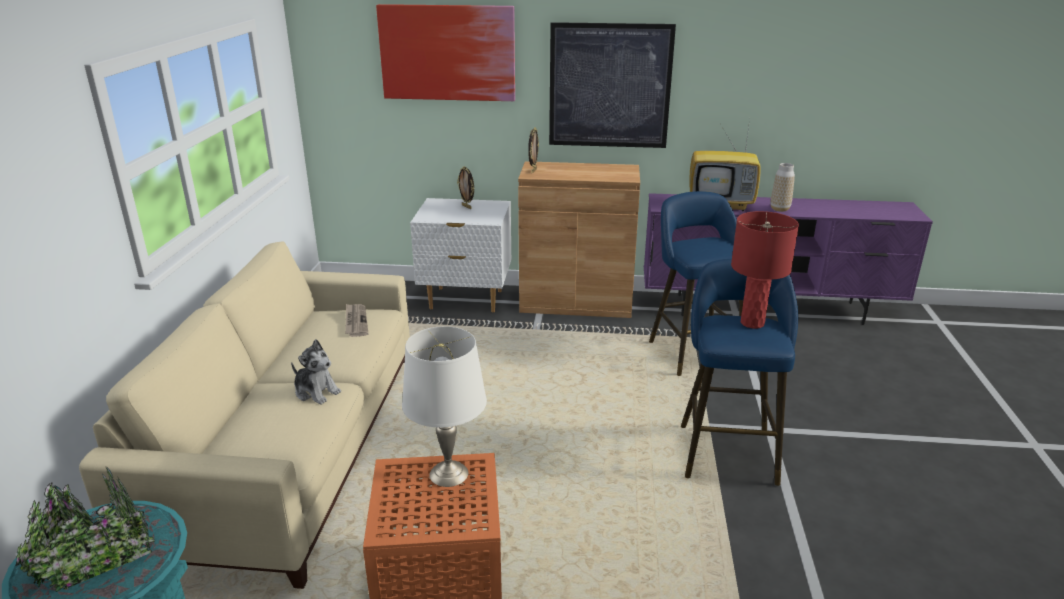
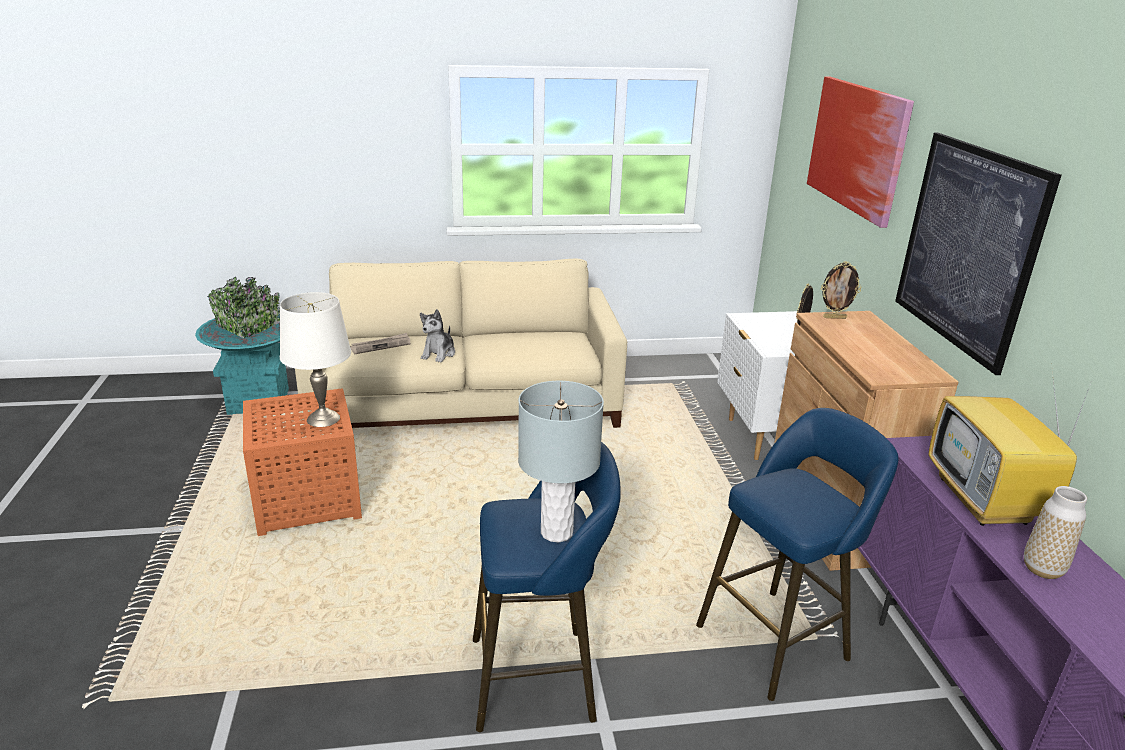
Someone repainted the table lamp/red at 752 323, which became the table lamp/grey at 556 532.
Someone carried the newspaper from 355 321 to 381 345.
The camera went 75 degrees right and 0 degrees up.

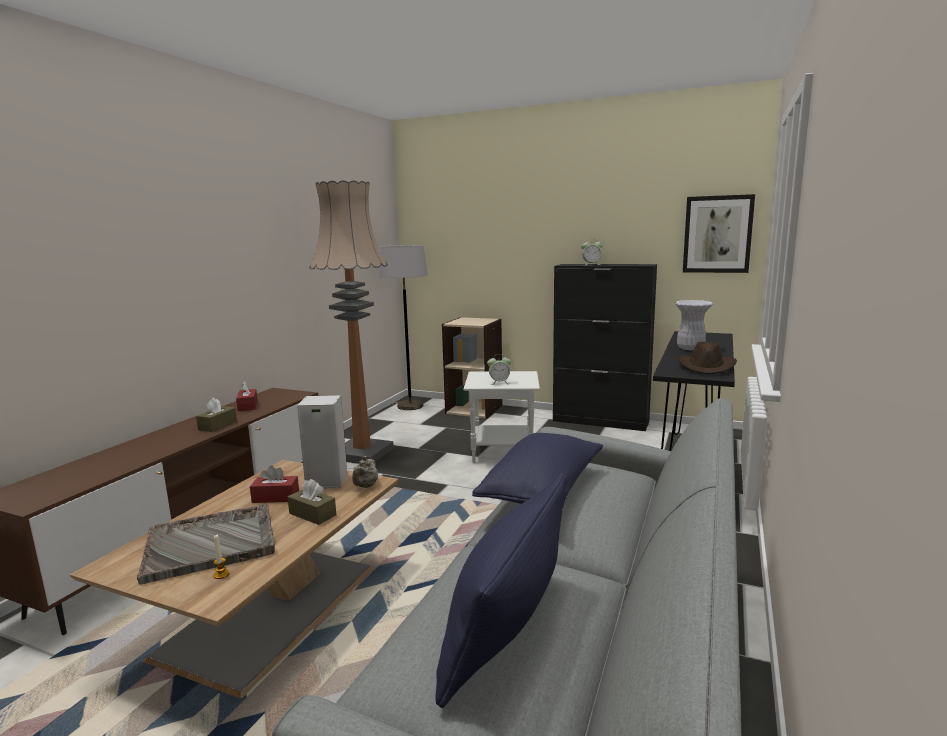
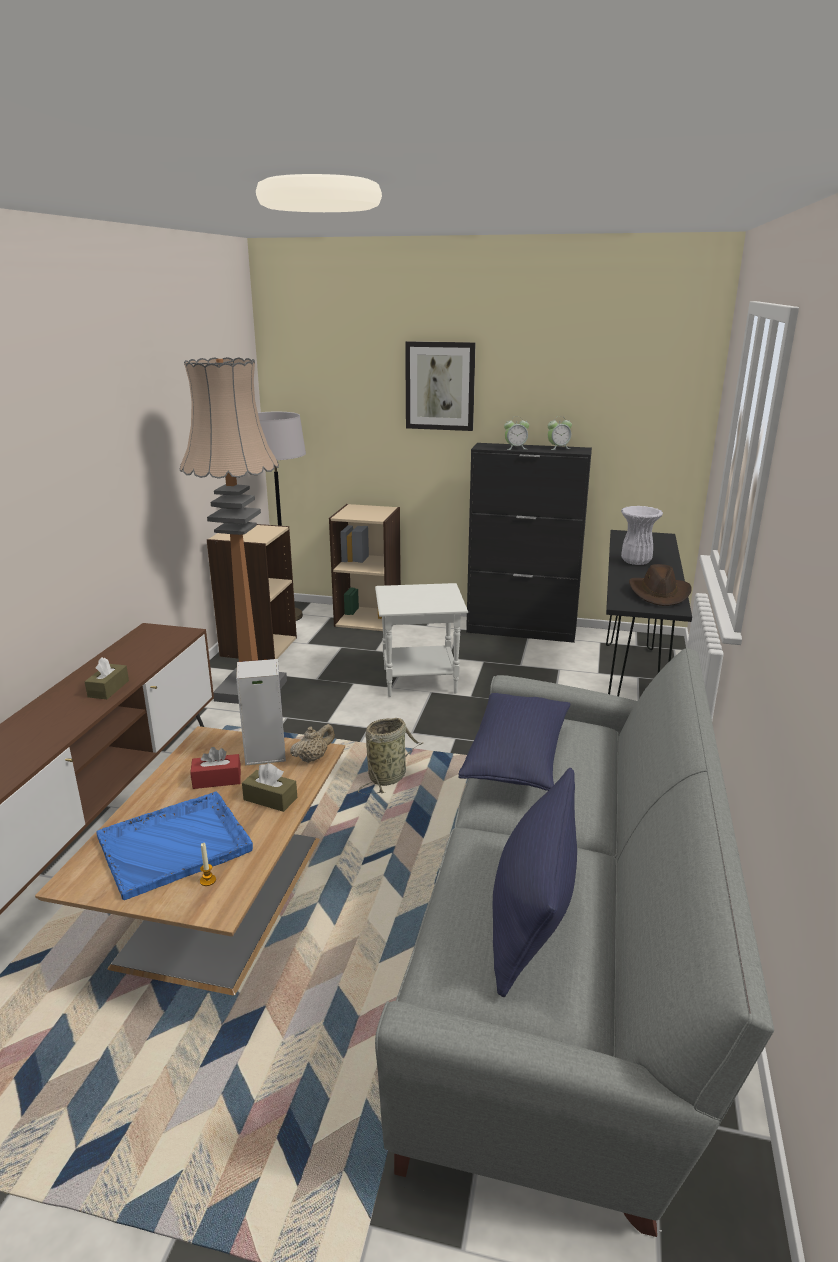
Someone carried the picture from 717 234 to 440 386.
Someone carried the alarm clock from 499 383 to 558 448.
Someone took away the tissue box/red at 248 406.
Someone rotated the teapot/beige at 365 486 by 135 degrees counterclockwise.
Someone repainted the tray/grey at 212 543, which became the tray/blue at 176 844.
Someone put down the bookcase/beige at 258 646.
Someone put down the basket at 389 776.
The camera went 10 degrees left and 10 degrees up.

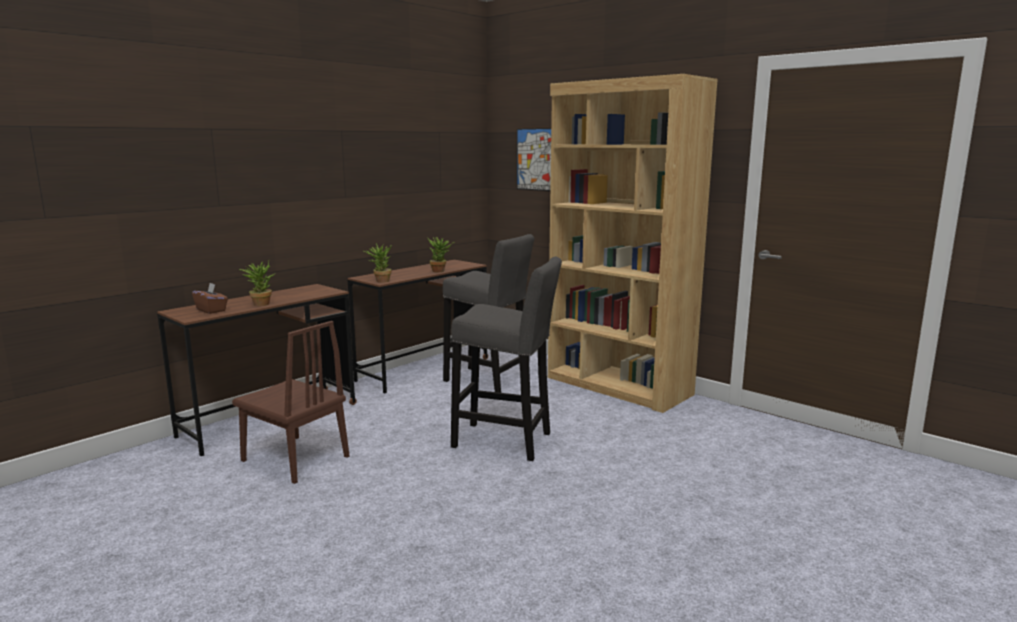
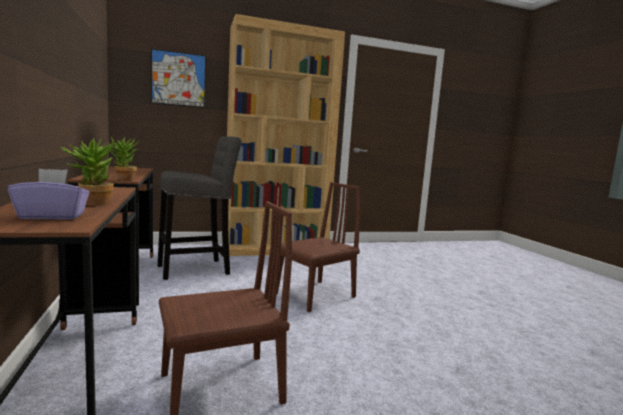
Someone took away the potted plant at 440 271.
Someone swapped the stool/grey at 507 442 for the chair/brown at 314 295.
Someone repainted the tissue box/brown at 211 310, which became the tissue box/purple at 52 216.
The camera went 60 degrees left and 5 degrees down.

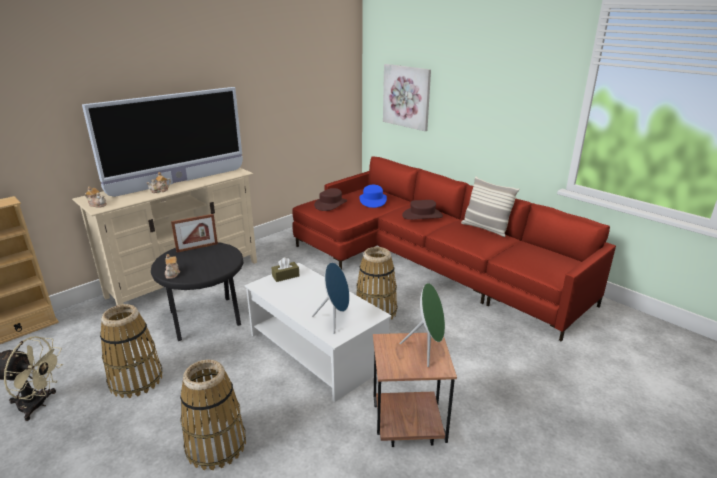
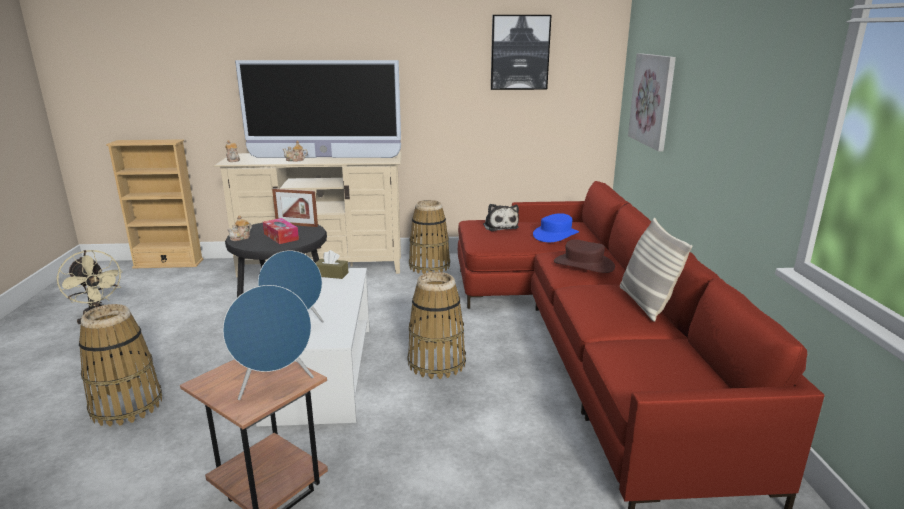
Someone swapped the hat/brown at 330 204 for the plush toy at 500 226.
Someone repainted the speaker/green at 427 349, which became the speaker/blue at 275 384.
Someone carried the basket from 136 380 to 429 266.
Someone put up the picture at 519 52.
Someone put down the tissue box at 281 236.
The camera went 40 degrees right and 5 degrees down.

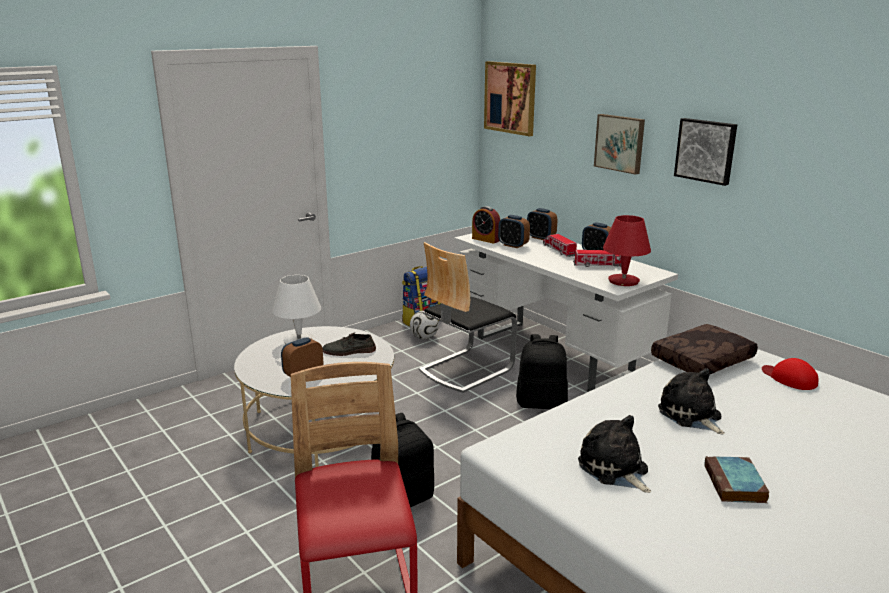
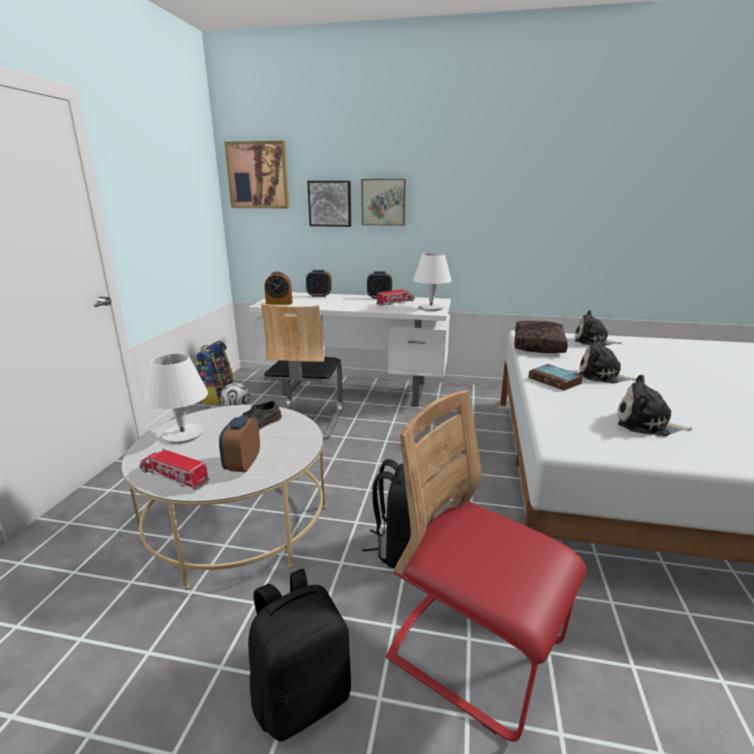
Someone carried the picture from 706 150 to 330 203.
Someone took away the alarm clock at 513 245.
Someone repainted the table lamp/red at 623 281, which became the table lamp/white at 431 308.
Someone carried the toy truck from 558 250 to 174 477.
Someone carried the backpack/black from 541 403 to 302 696.
Someone swapped the cap/red at 789 378 for the plush toy at 593 341.
Someone carried the book from 735 485 to 556 381.
The camera went 40 degrees left and 0 degrees up.

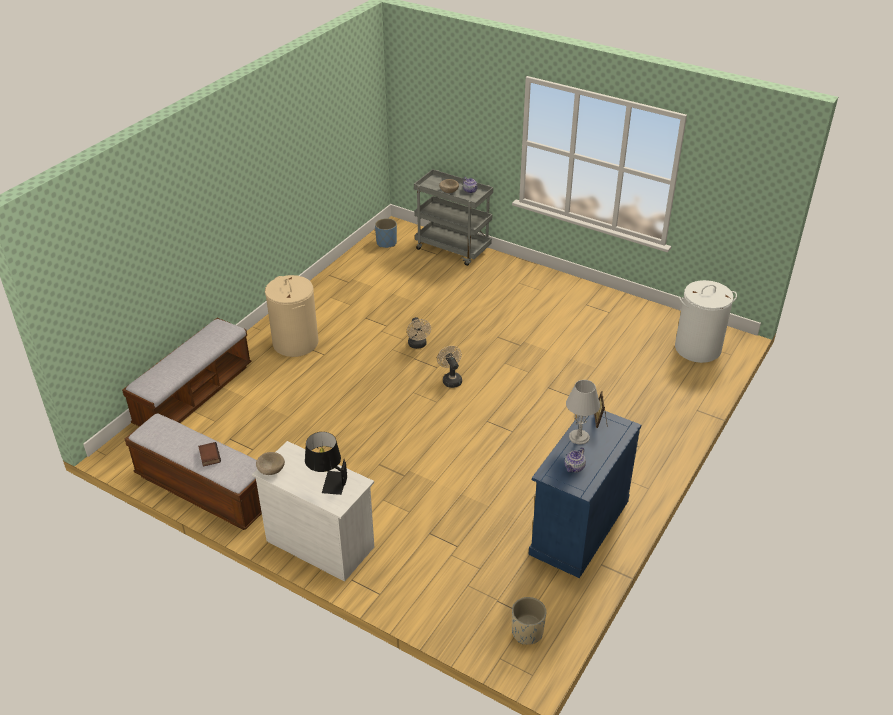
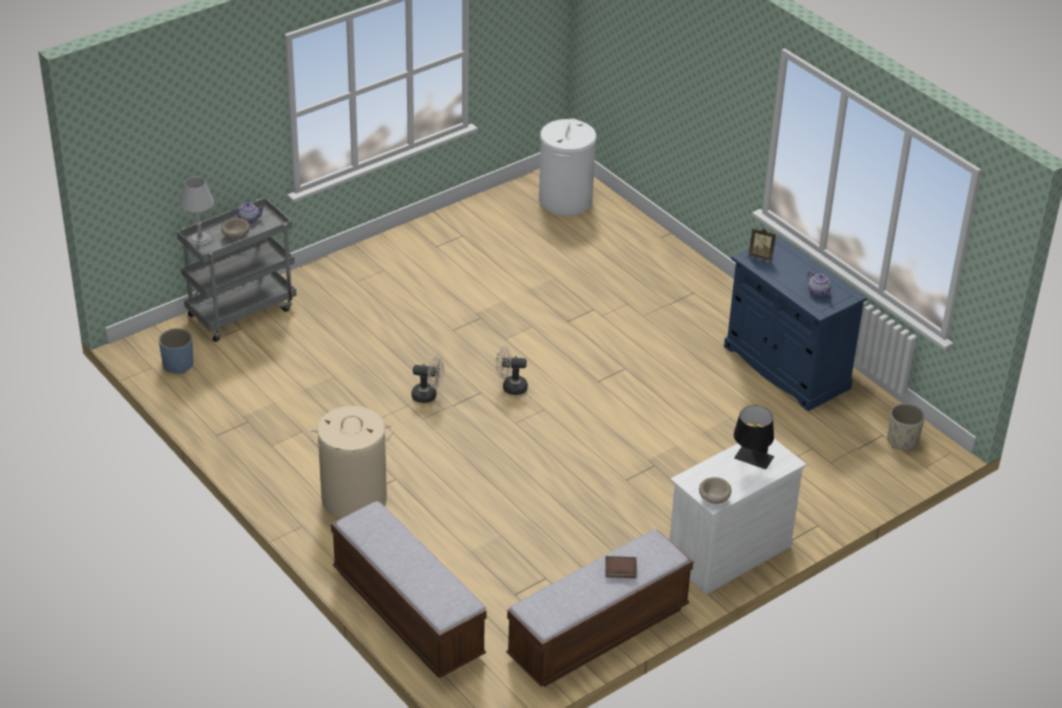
Someone carried the table lamp/grey from 579 437 to 200 239.
The camera went 70 degrees left and 0 degrees up.

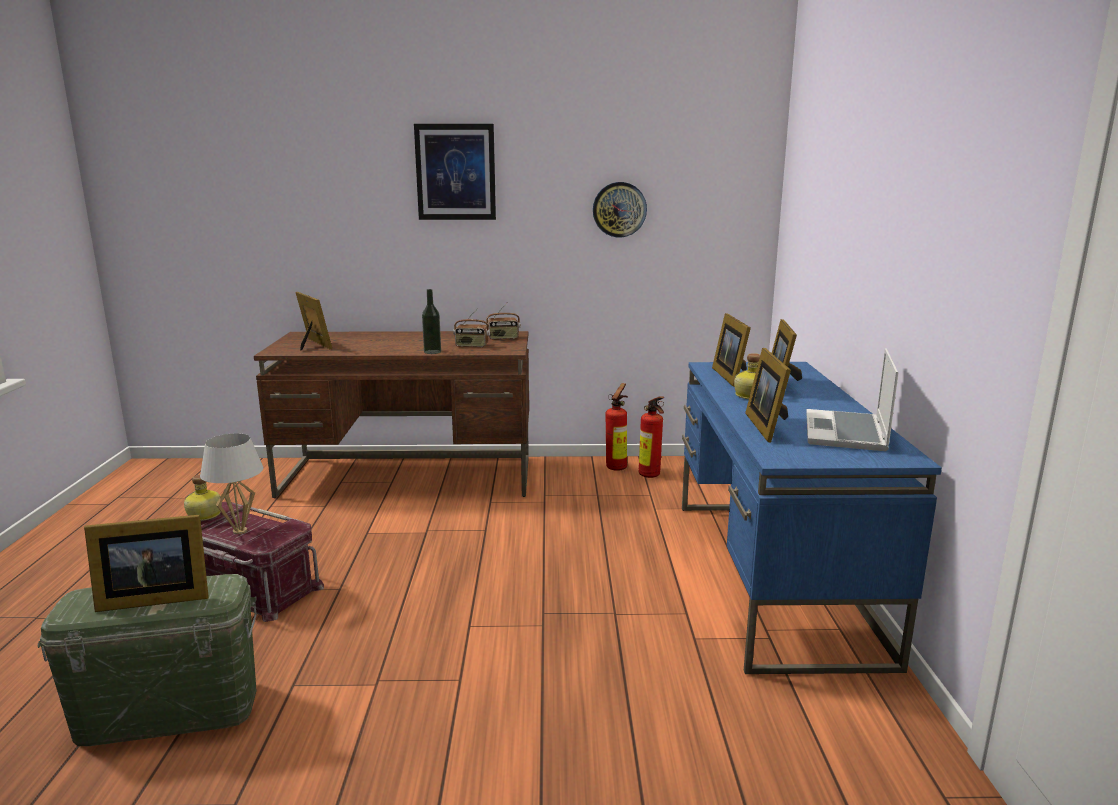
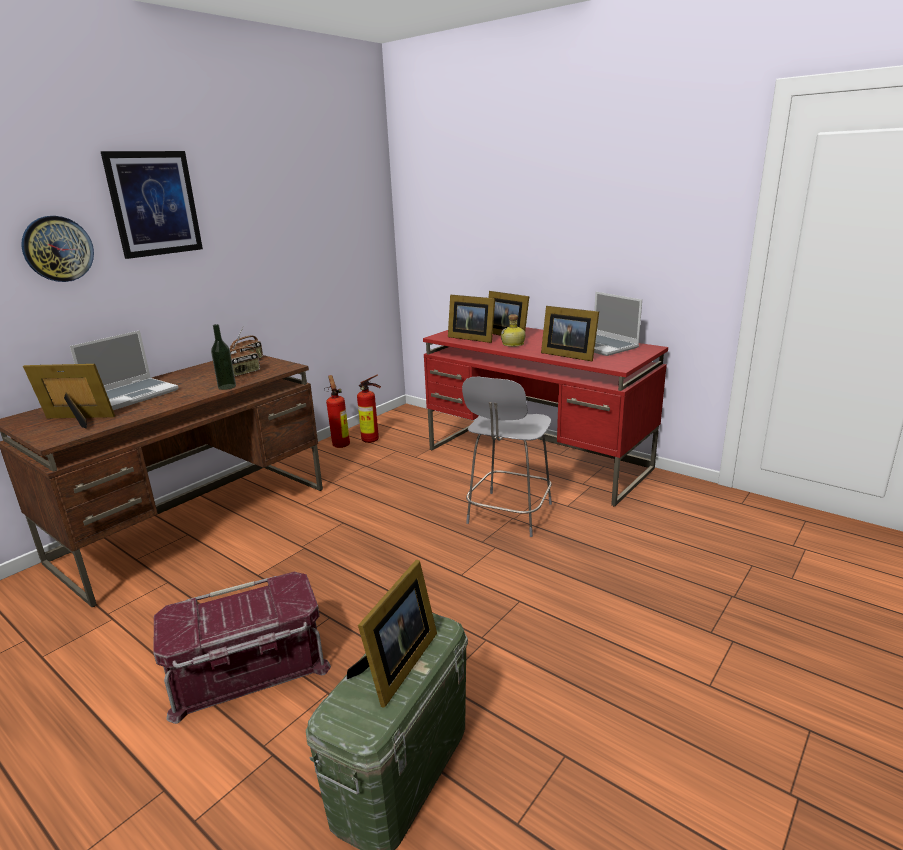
Someone carried the wall clock from 619 209 to 58 249.
Someone repainted the desk/blue at 773 577, which became the desk/red at 537 459.
Someone took away the table lamp/white at 240 531.
Someone took away the bottle at 204 515.
Someone put down the laptop at 132 395.
Someone put down the chair/grey at 508 515.
The camera went 50 degrees left and 5 degrees up.

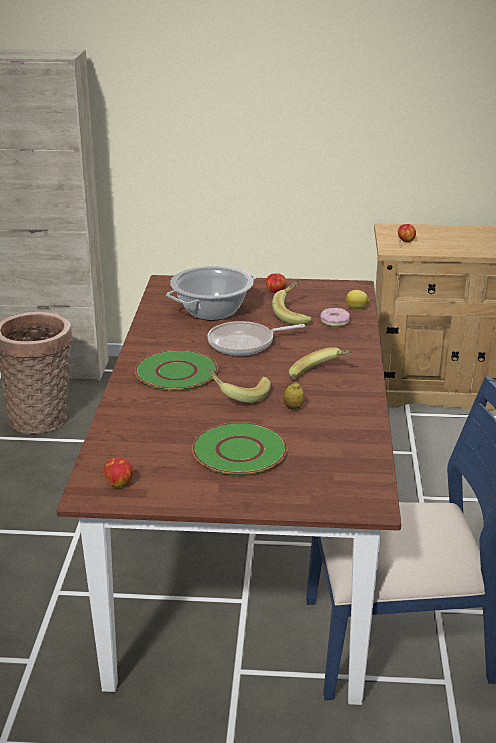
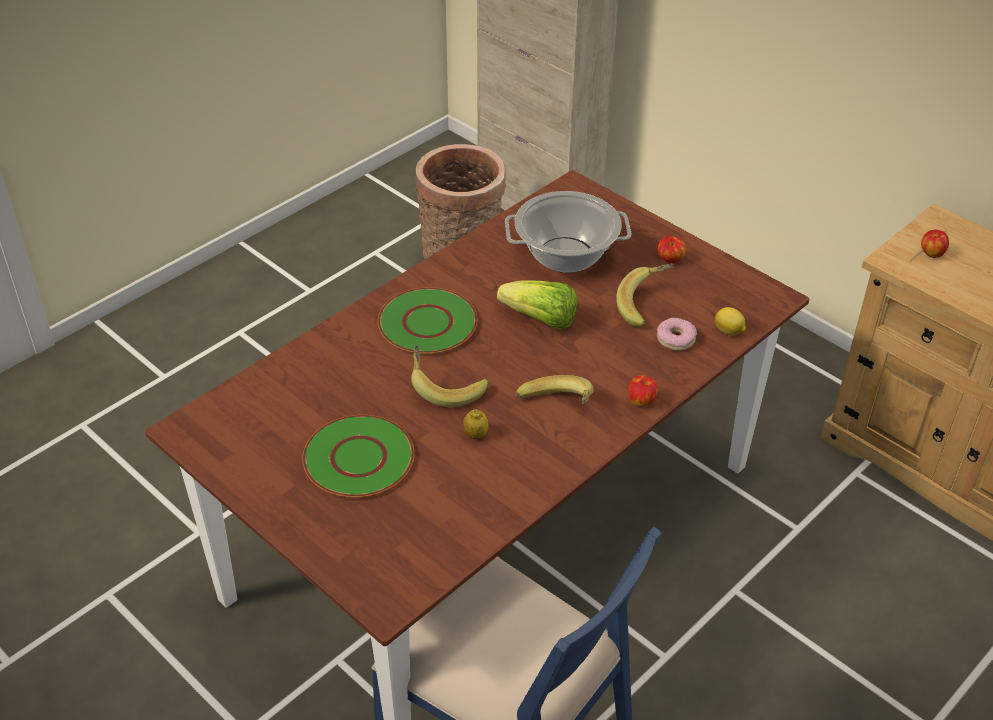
Someone swapped the frying pan at 245 343 for the lettuce at 540 320.
Someone carried the apple from 119 483 to 641 401.
The camera went 40 degrees right and 15 degrees up.

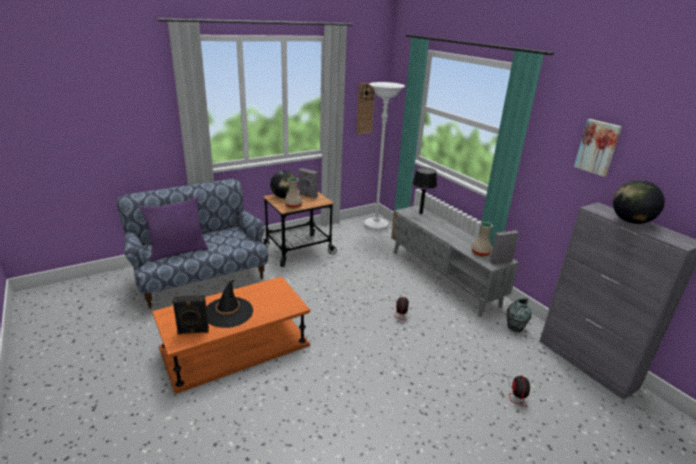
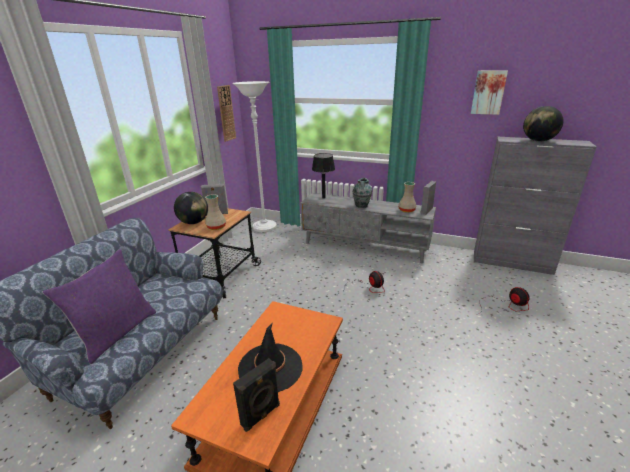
Someone carried the vase from 514 328 to 361 206.
The camera went 35 degrees left and 0 degrees up.

